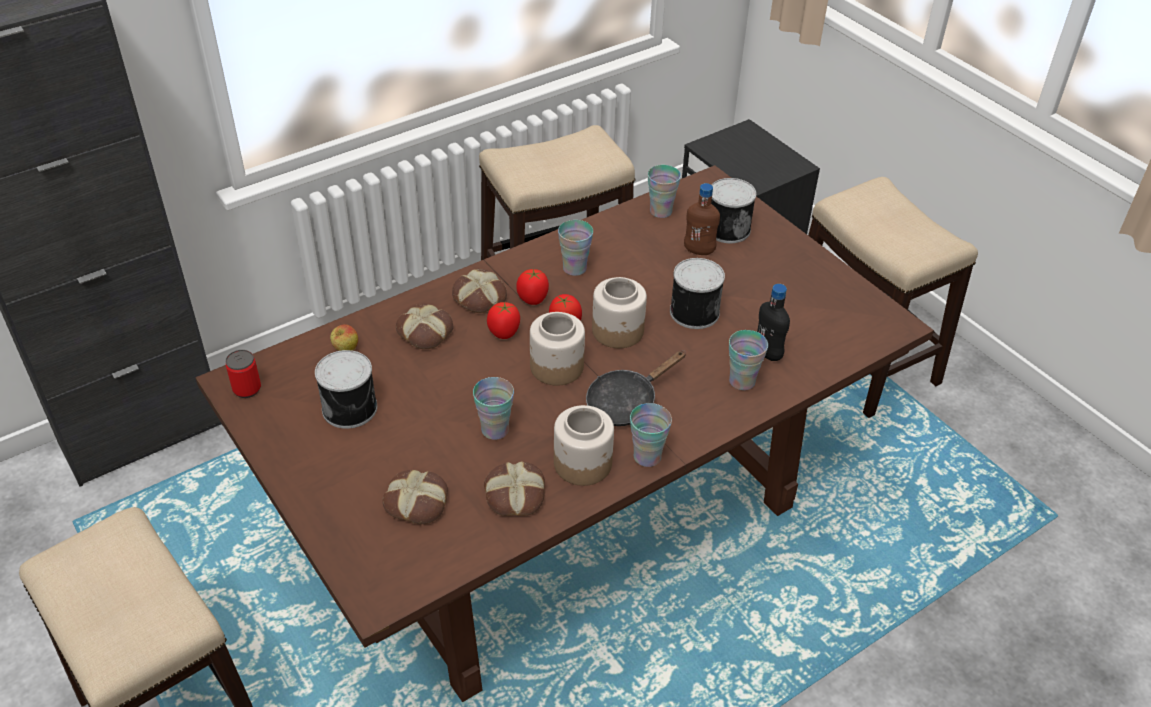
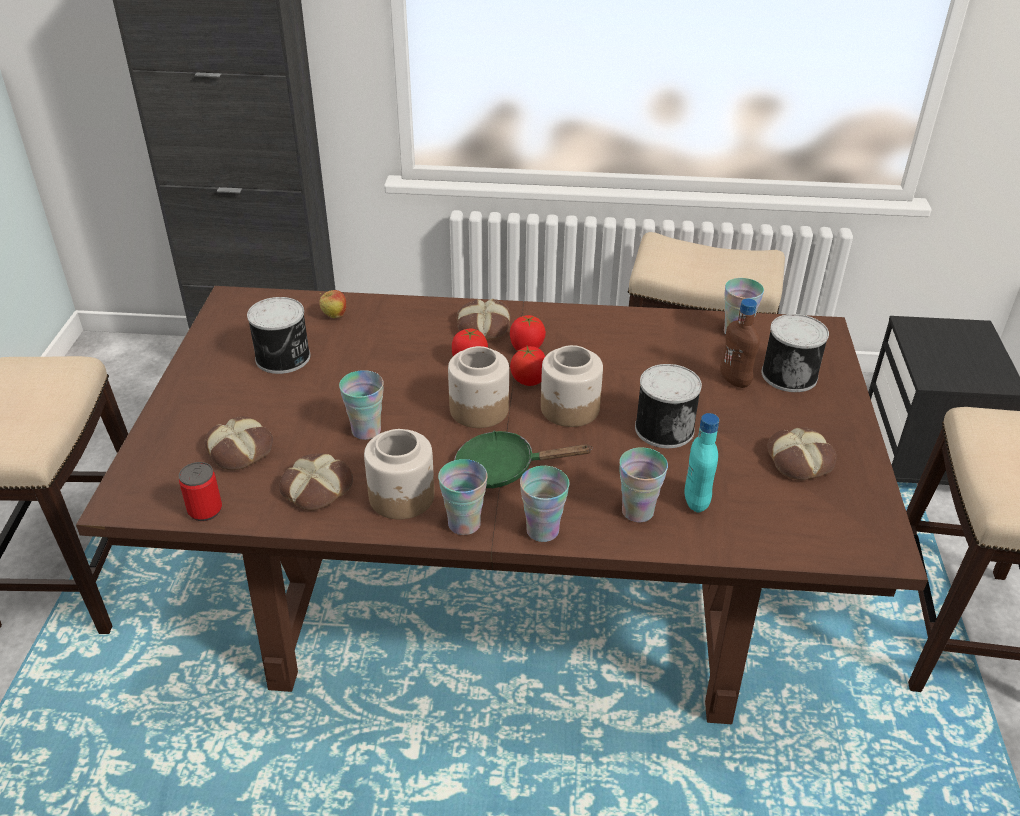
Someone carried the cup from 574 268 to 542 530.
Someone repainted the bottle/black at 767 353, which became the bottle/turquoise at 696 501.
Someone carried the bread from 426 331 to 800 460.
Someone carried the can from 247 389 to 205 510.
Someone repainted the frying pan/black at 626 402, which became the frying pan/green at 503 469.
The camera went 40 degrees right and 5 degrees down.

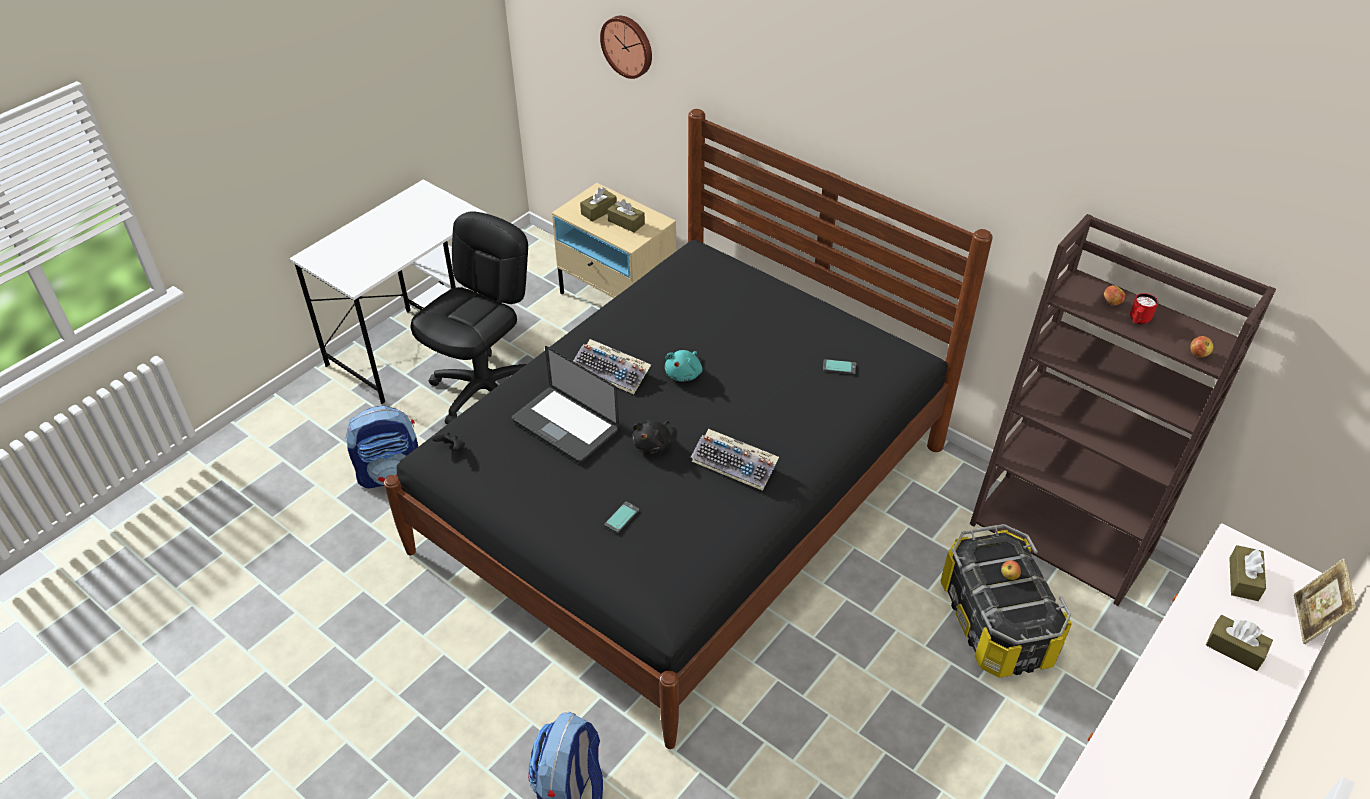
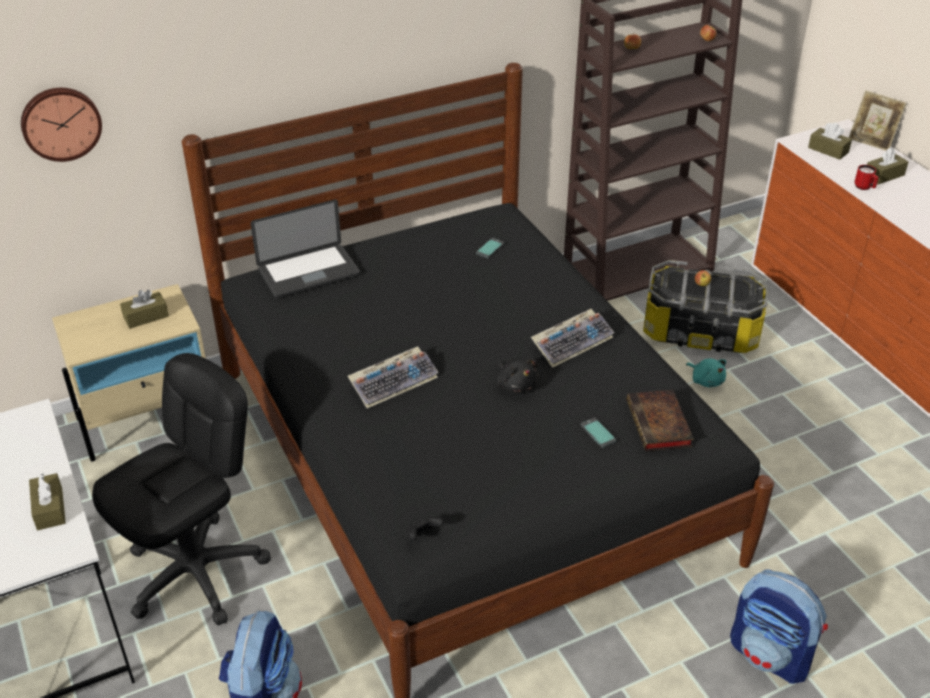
Someone carried the tissue box/brown from 599 211 to 49 509.
Someone rotated the office chair/black at 485 391 by 75 degrees clockwise.
Someone carried the mug/red from 1138 321 to 864 188.
Someone carried the laptop from 565 425 to 309 272.
Someone carried the plush toy/turquoise from 684 374 to 706 380.
Someone put down the book at 660 425.
The camera went 65 degrees left and 5 degrees down.

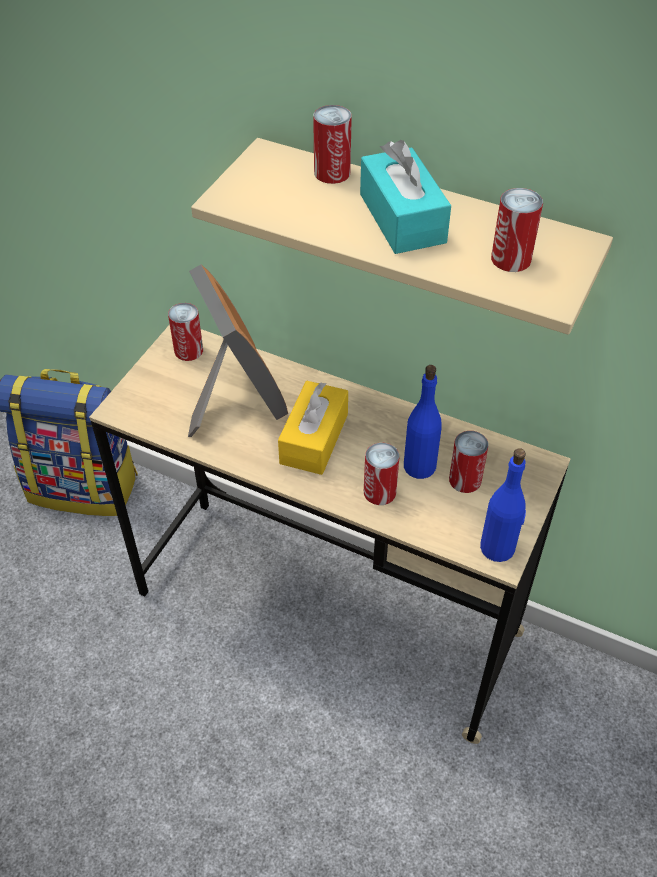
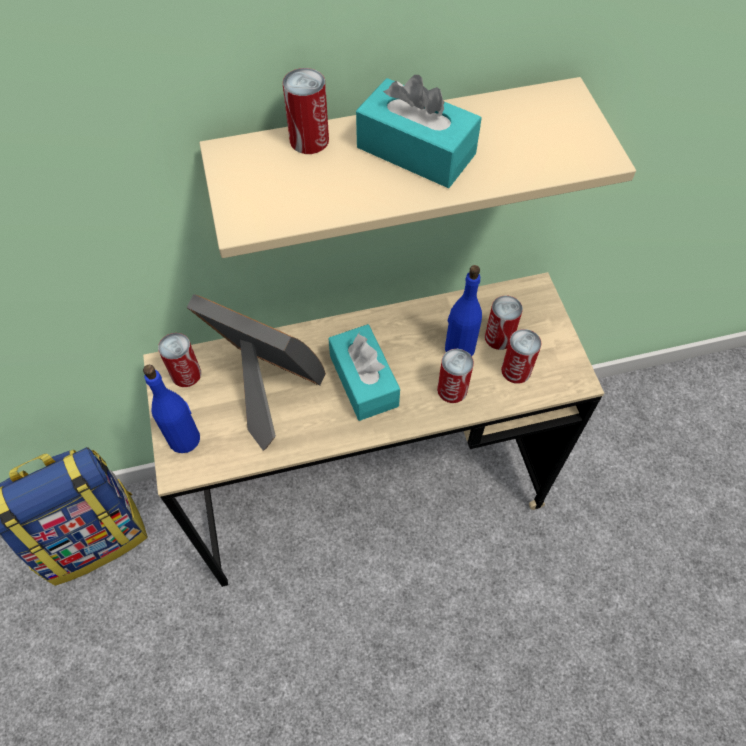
Someone carried the can from 511 259 to 516 370.
Someone repainted the tissue box/yellow at 314 439, which became the tissue box/turquoise at 363 381.
Someone carried the bottle/blue from 498 547 to 185 438.
The camera went 40 degrees left and 10 degrees up.

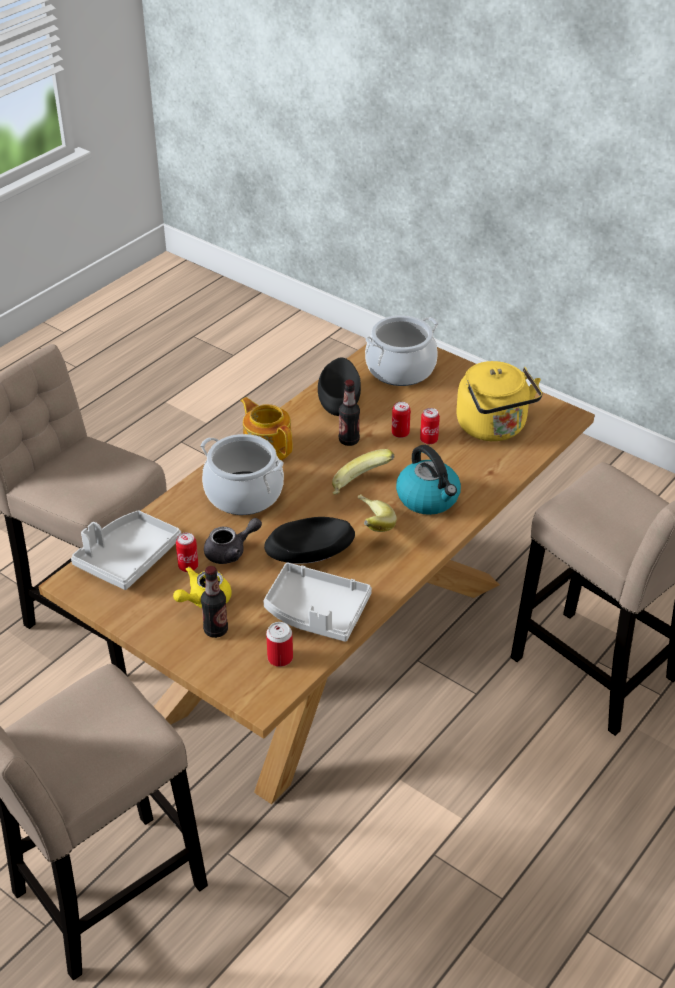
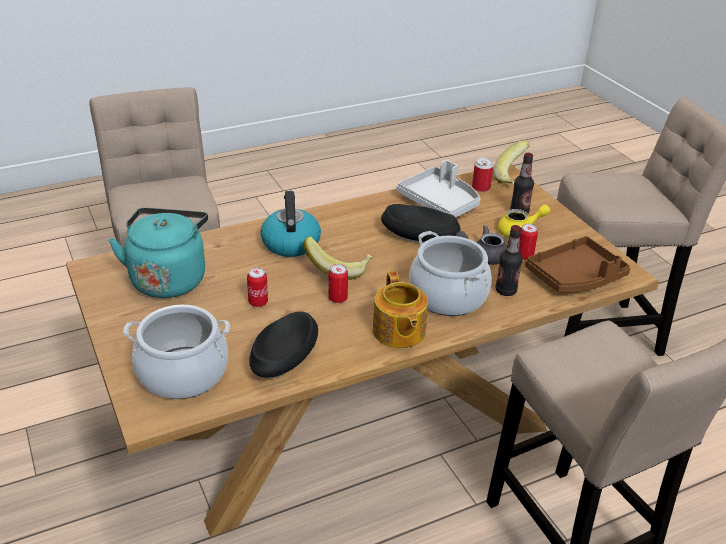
Someone repainted the kettle/yellow at 494 428, which became the kettle/turquoise at 169 278.
Someone carried the bottle from 349 440 to 505 291.
Someone carried the can from 429 440 to 338 298.
Someone carried the banana from 370 526 to 513 177.
Someone repainted the tray/grey at 127 558, which became the tray/brown at 575 277.
The camera went 155 degrees left and 5 degrees down.

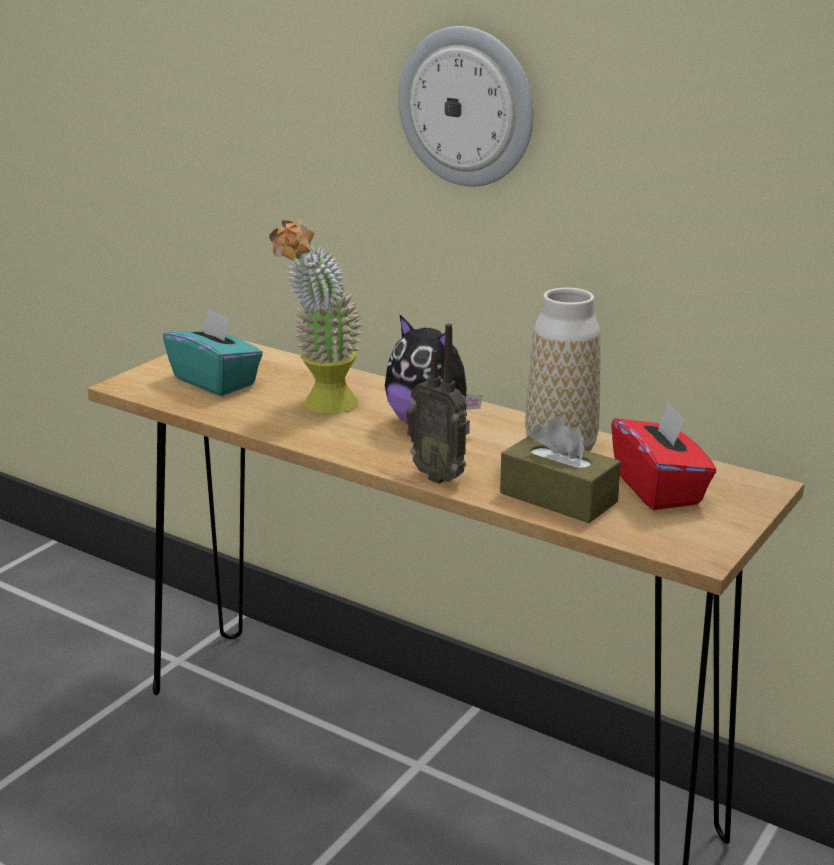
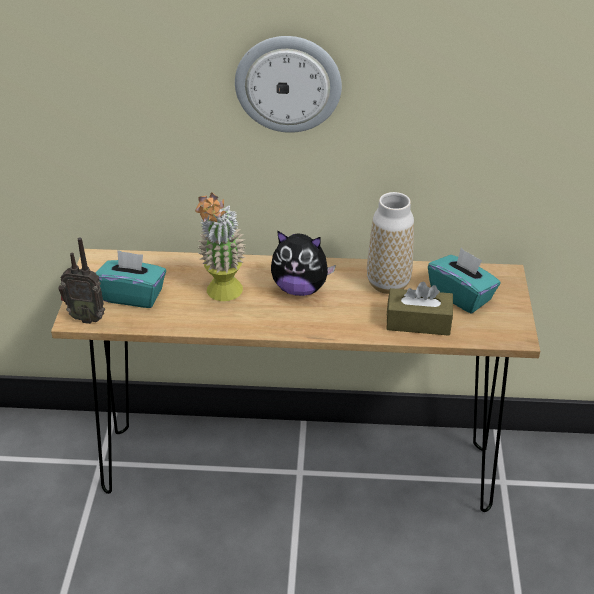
Someone carried the radio from 440 476 to 87 317.
Someone repainted the tissue box/red at 659 489, which became the tissue box/turquoise at 461 296.
The camera went 30 degrees left and 15 degrees up.

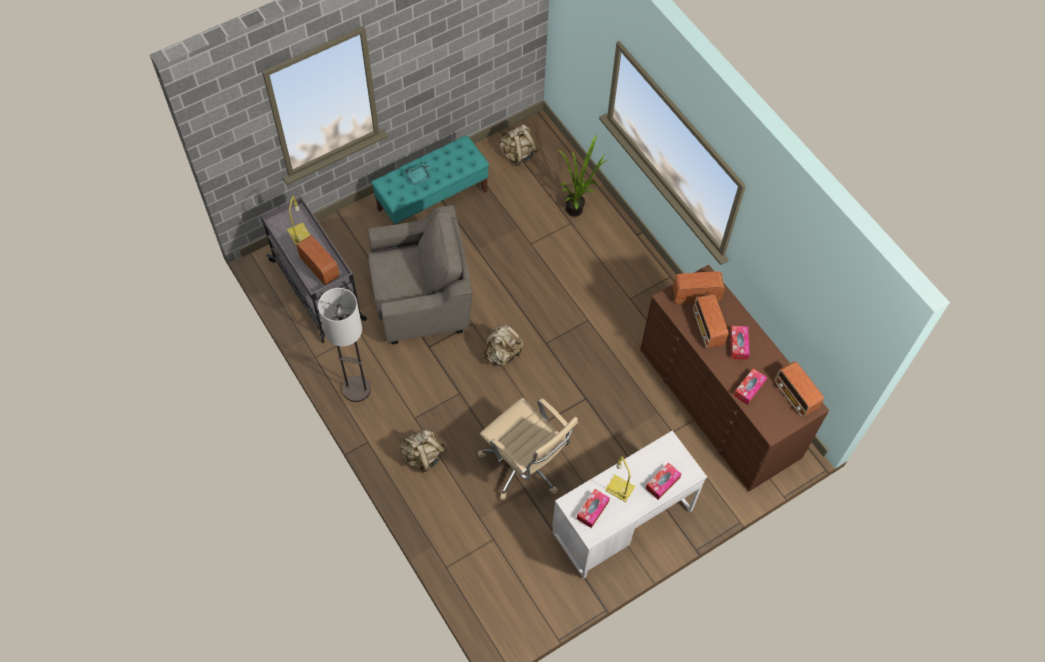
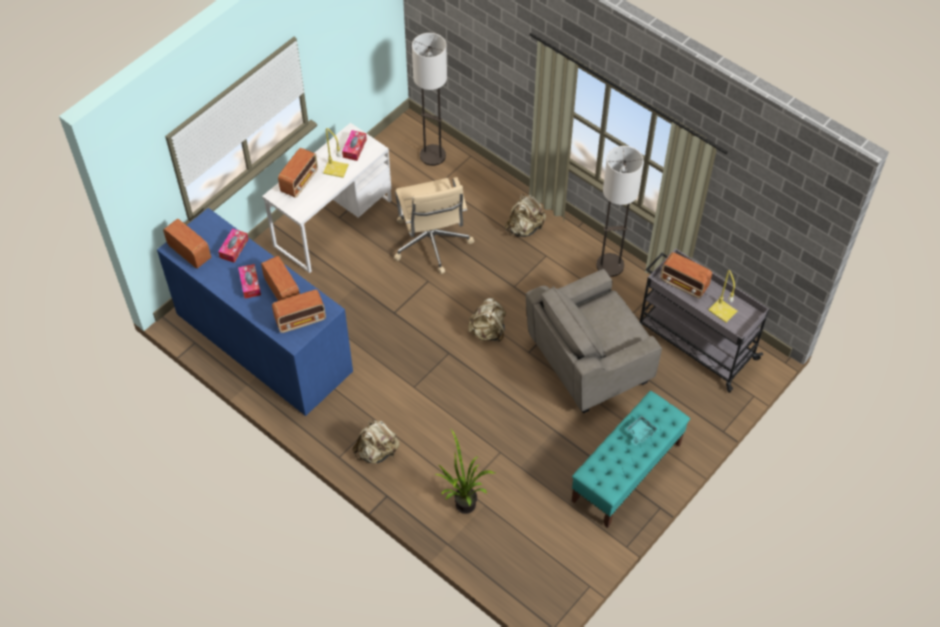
Someone carried the backpack/beige from 517 155 to 377 451.
Someone repainted the dresser/brown at 719 403, which became the dresser/blue at 263 342.
Someone rotated the office chair/beige at 525 465 by 135 degrees counterclockwise.
Someone swapped the tissue box at 662 483 for the radio at 300 181.
Someone put down the floor lamp at 432 155.
The camera went 165 degrees right and 5 degrees down.

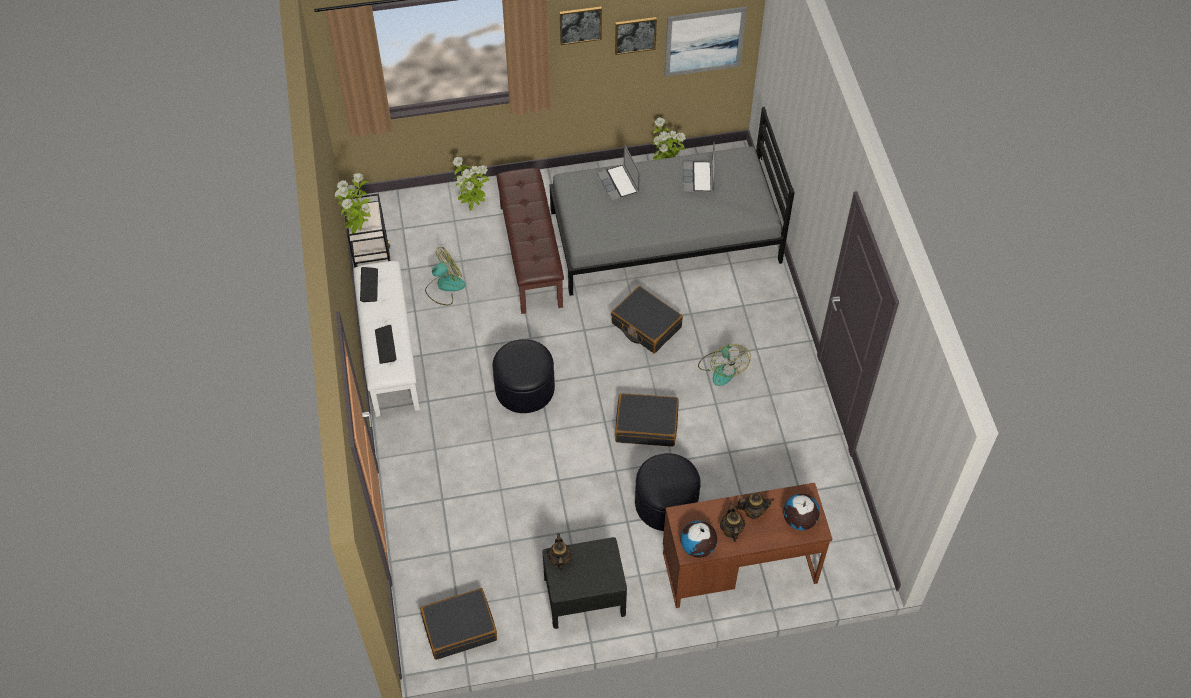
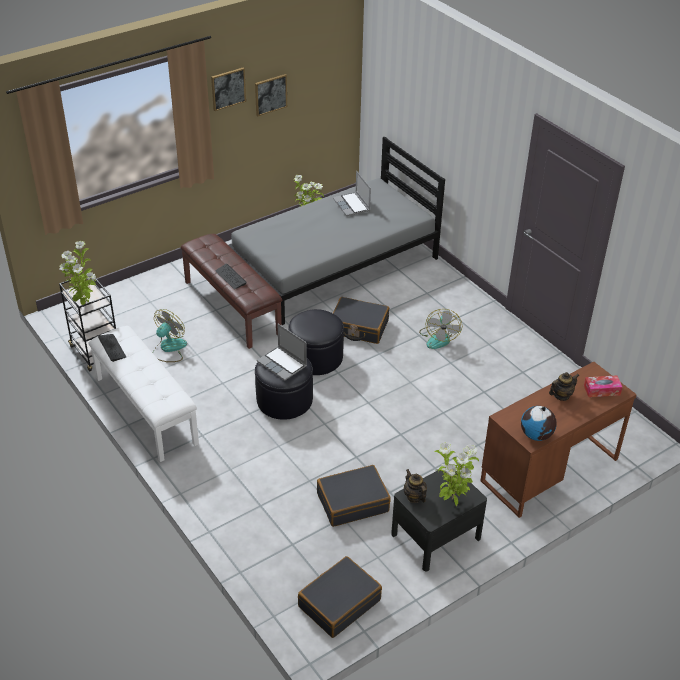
Someone took away the picture at 704 41.
Someone carried the laptop from 619 184 to 283 364.
Someone carried the potted plant from 472 206 to 452 500.
Someone carried the keyboard from 385 345 to 230 277.
Someone rotated the fan at 722 368 by 45 degrees clockwise.
Someone carried the suitcase/black from 646 425 to 352 502.
Someone carried the ottoman/black from 666 503 to 316 357.
Someone swapped the globe at 799 520 for the tissue box at 602 390.
Someone took away the teapot at 731 530.
The camera went 25 degrees left and 15 degrees down.

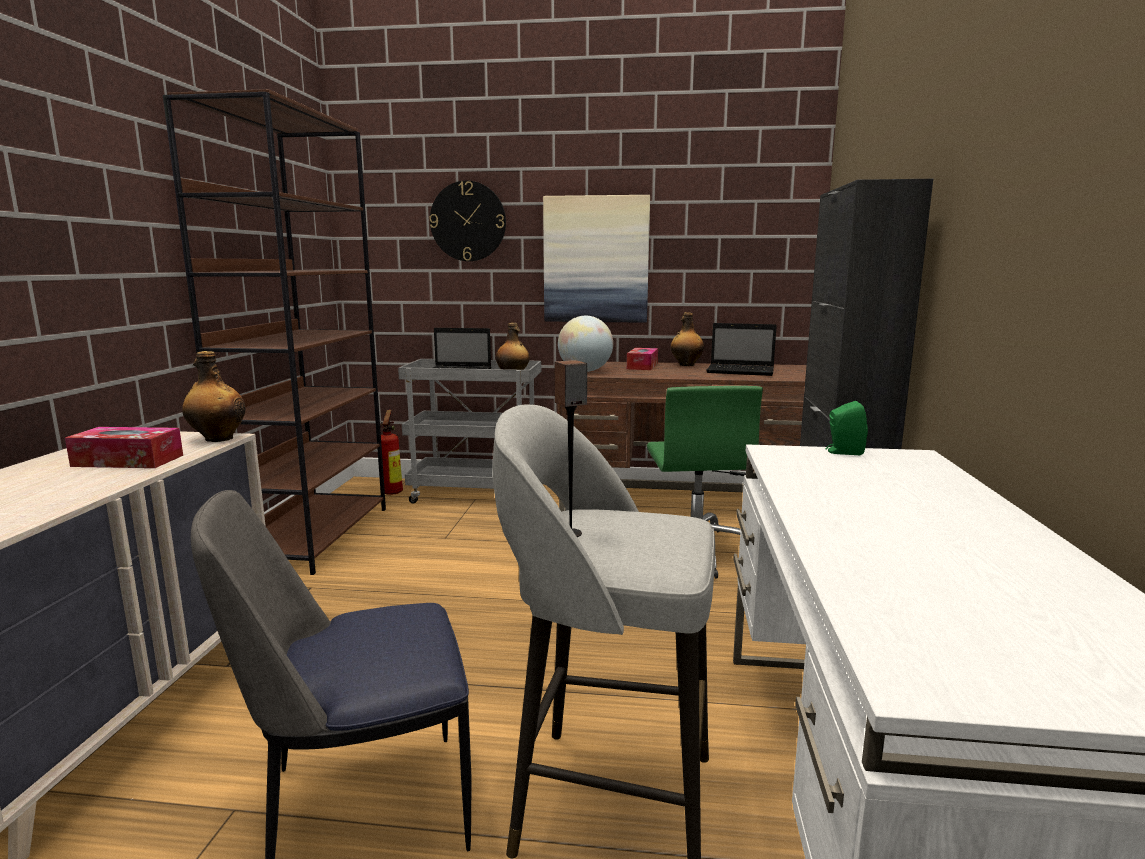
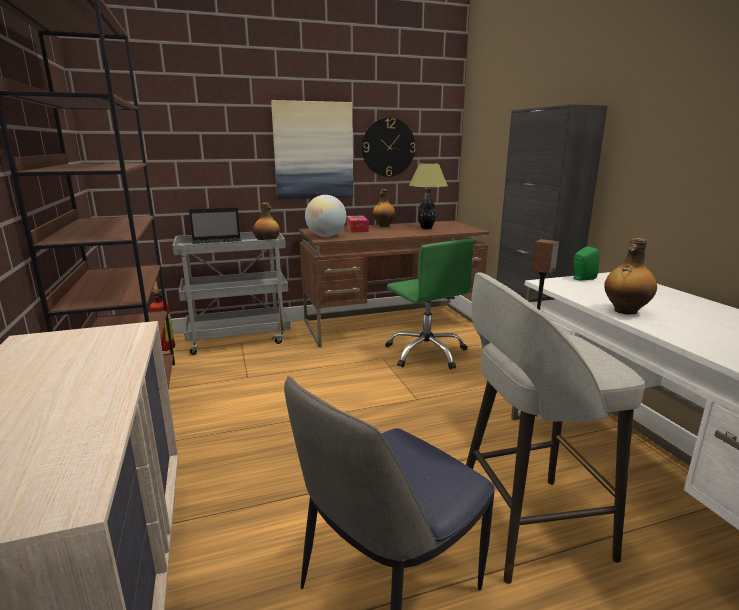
Someone carried the wall clock from 468 221 to 388 147.
Someone swapped the laptop at 742 371 for the table lamp at 426 228.
Someone carried the bottle from 218 439 to 624 311.
Someone took away the tissue box at 128 461.
The camera went 25 degrees left and 5 degrees up.

